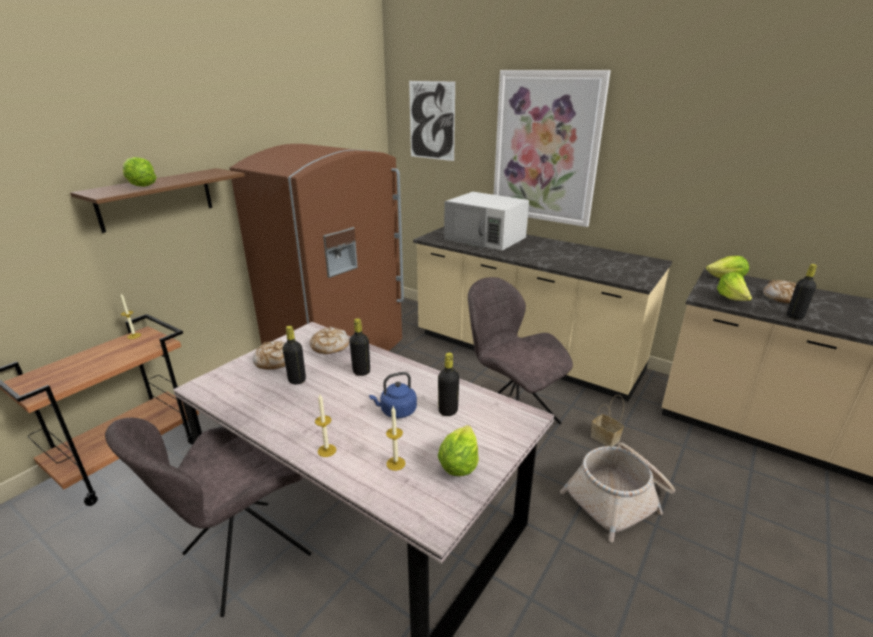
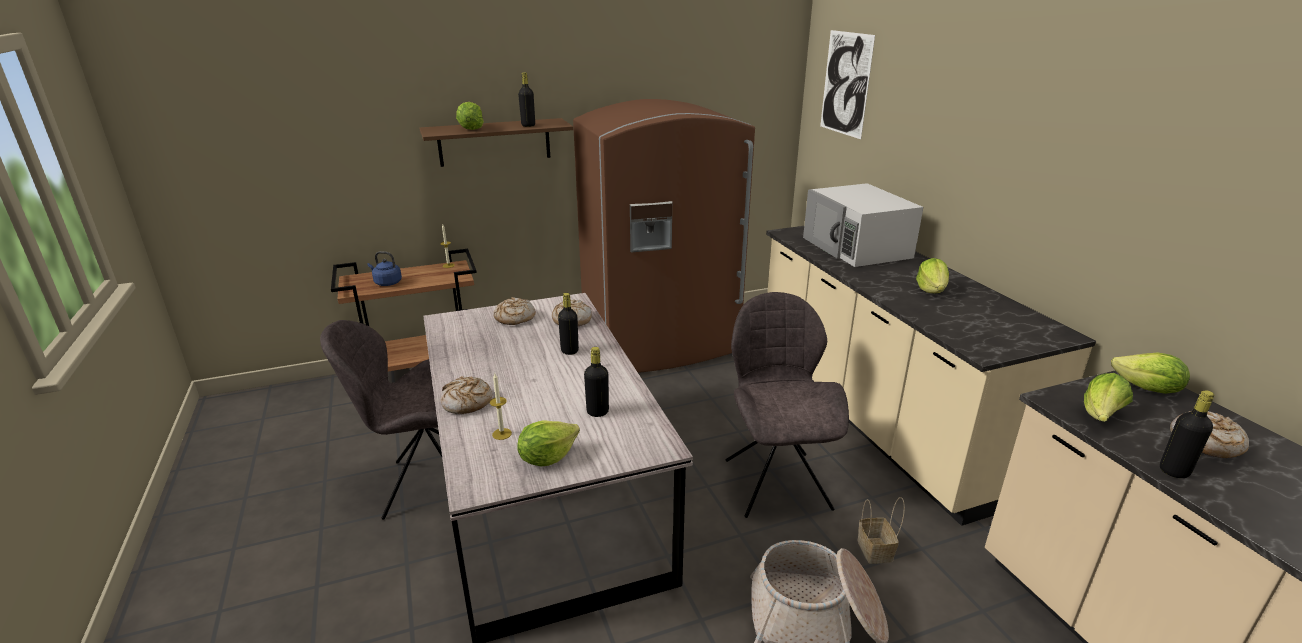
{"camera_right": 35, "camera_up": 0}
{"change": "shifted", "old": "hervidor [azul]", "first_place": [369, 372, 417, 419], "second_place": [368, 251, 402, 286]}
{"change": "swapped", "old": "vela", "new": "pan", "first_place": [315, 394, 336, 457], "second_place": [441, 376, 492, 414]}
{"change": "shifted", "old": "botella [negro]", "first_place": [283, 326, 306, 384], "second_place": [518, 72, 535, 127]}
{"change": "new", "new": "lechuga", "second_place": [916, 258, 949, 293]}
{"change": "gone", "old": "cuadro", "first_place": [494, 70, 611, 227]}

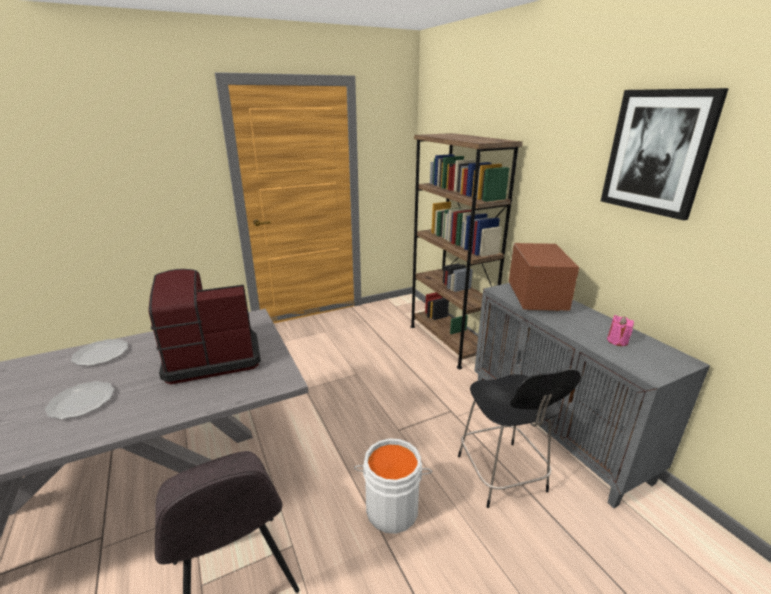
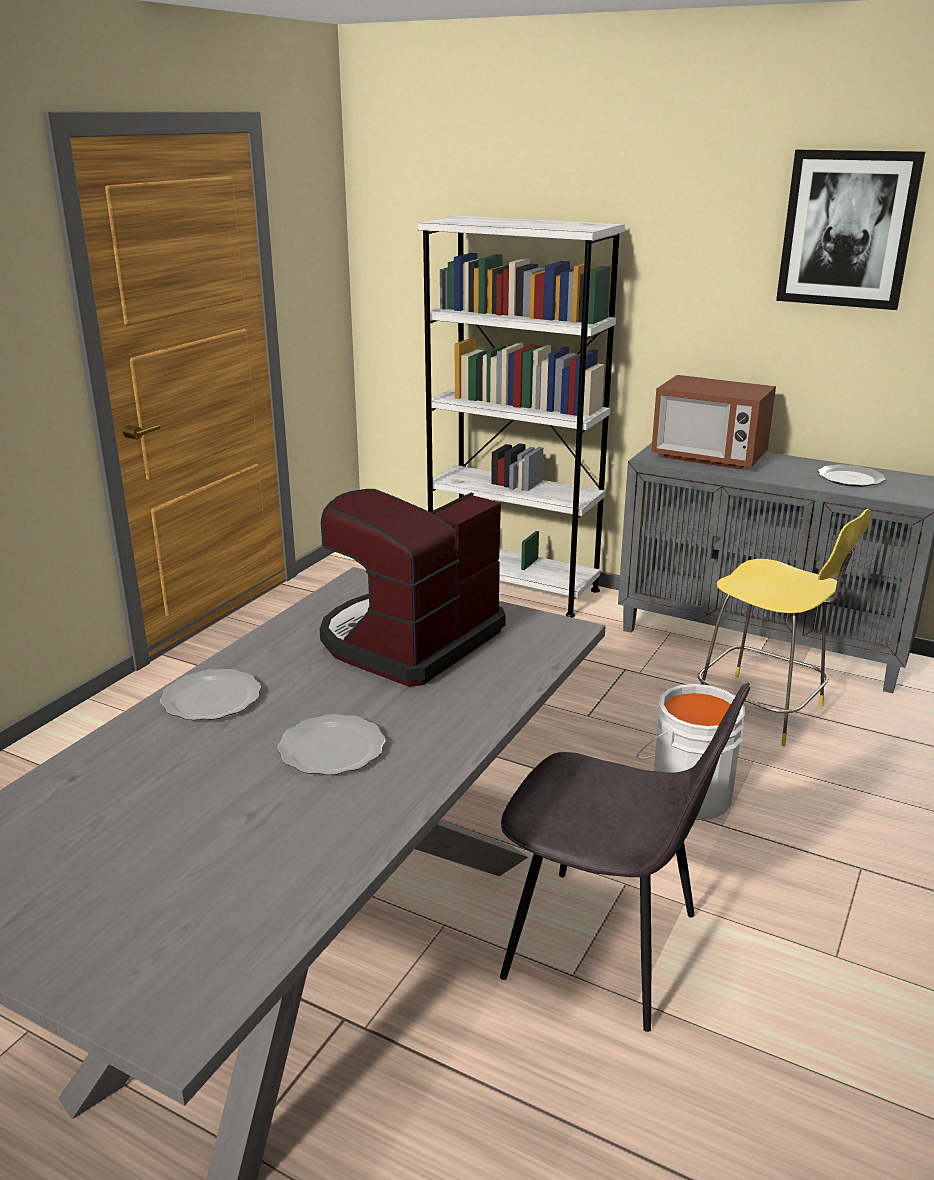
{"camera_right": -35, "camera_up": 0}
{"change": "repainted", "old": "estantería [marrón]", "new": "estantería [blanco]", "first_place": [410, 133, 523, 369], "second_place": [418, 216, 625, 618]}
{"change": "rotated", "old": "microondas", "first_place": [509, 243, 579, 311], "second_place": [651, 375, 776, 469], "degrees": 150}
{"change": "repainted", "old": "taburete [negro]", "new": "taburete [amarillo]", "first_place": [458, 369, 581, 508], "second_place": [698, 509, 871, 746]}
{"change": "swapped", "old": "vela [rosa]", "new": "plato", "first_place": [607, 315, 634, 346], "second_place": [818, 464, 885, 487]}

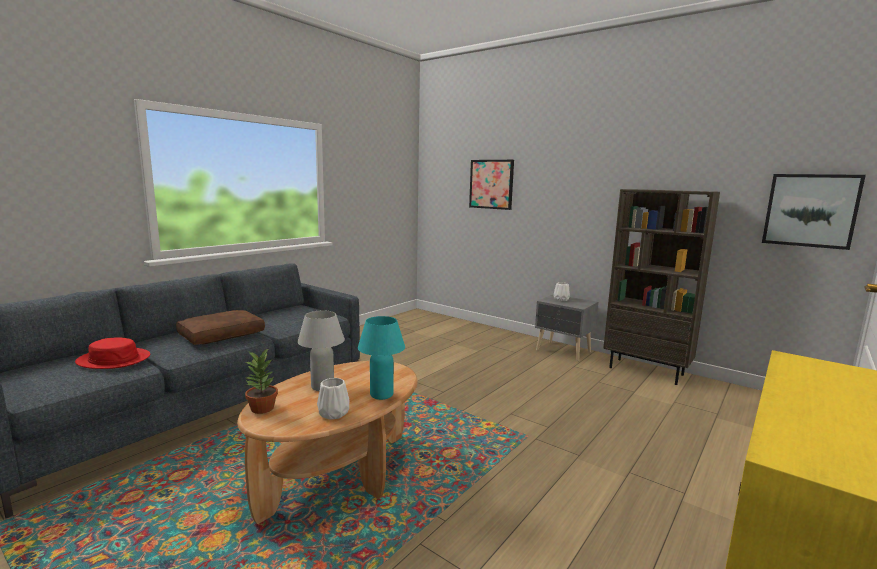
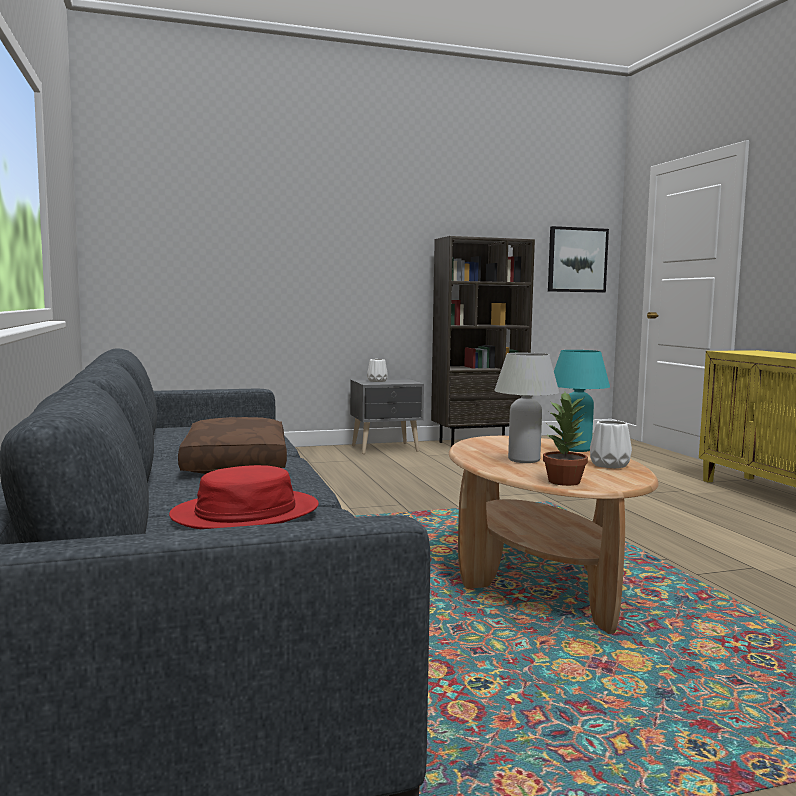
{"camera_right": -55, "camera_up": -5}
{"change": "gone", "old": "cuadro", "first_place": [469, 160, 514, 210]}

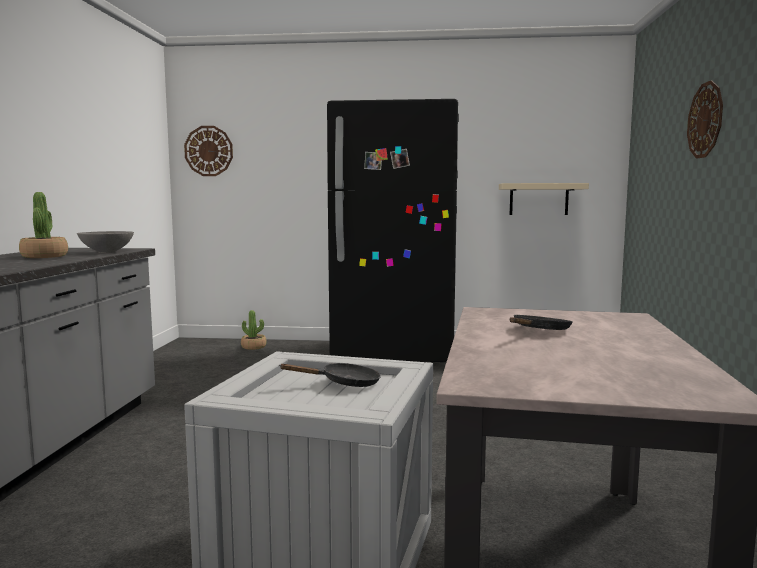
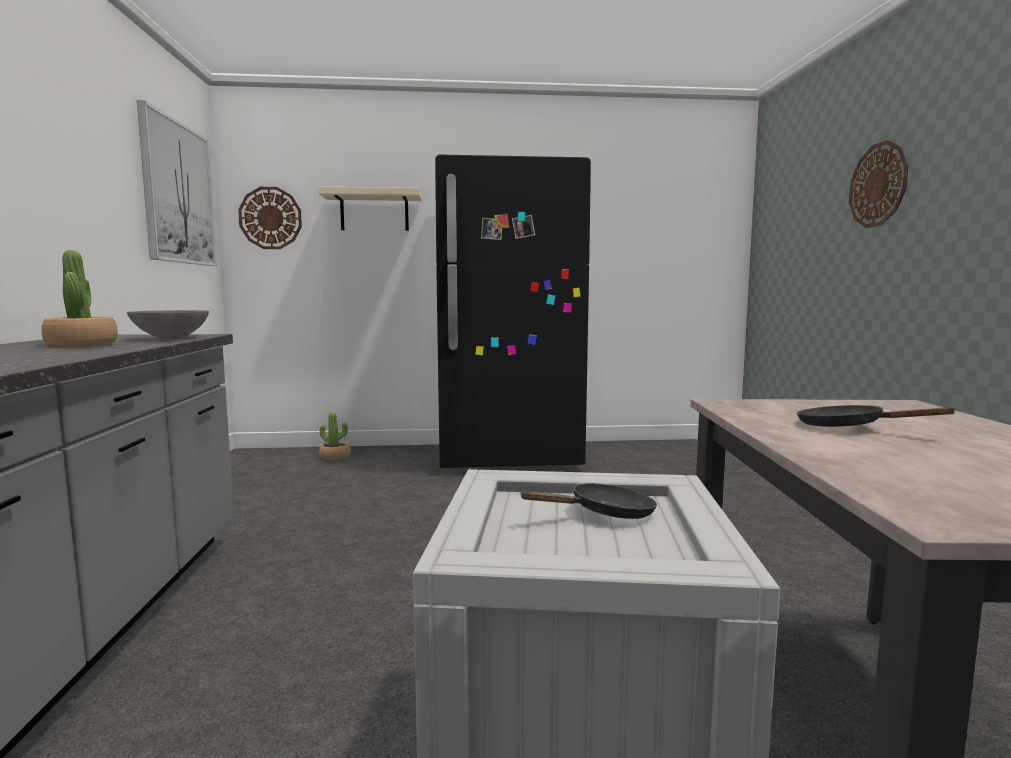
{"camera_right": -10, "camera_up": 0}
{"change": "new", "new": "cuadro", "second_place": [137, 100, 217, 266]}
{"change": "shifted", "old": "estante [beis]", "first_place": [499, 183, 589, 215], "second_place": [318, 186, 422, 231]}
{"change": "rotated", "old": "sartén [negro]", "first_place": [510, 315, 573, 330], "second_place": [797, 405, 958, 427], "degrees": -75}

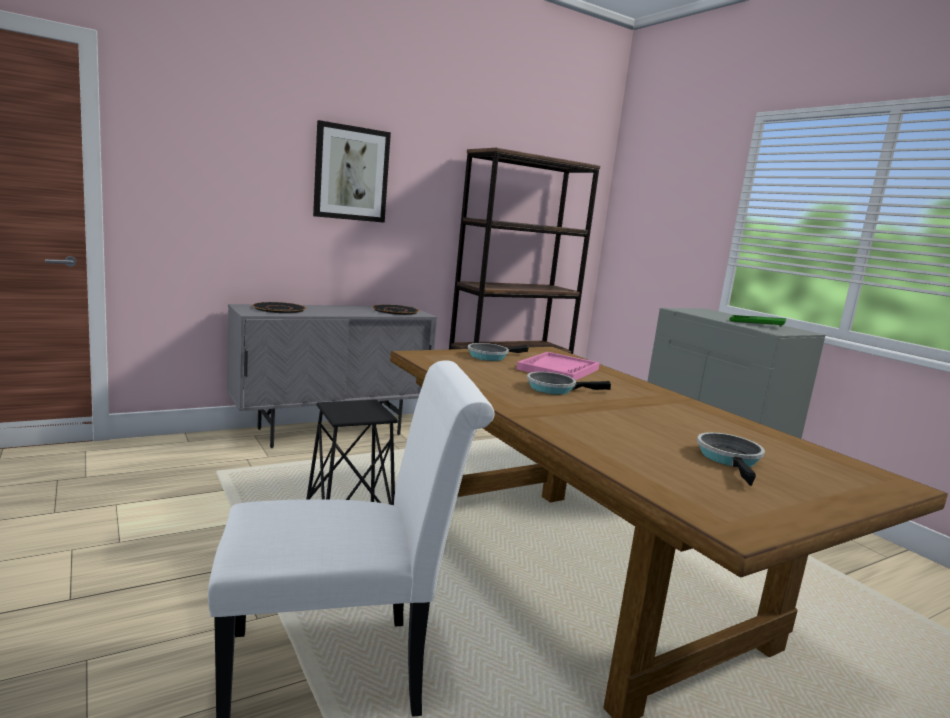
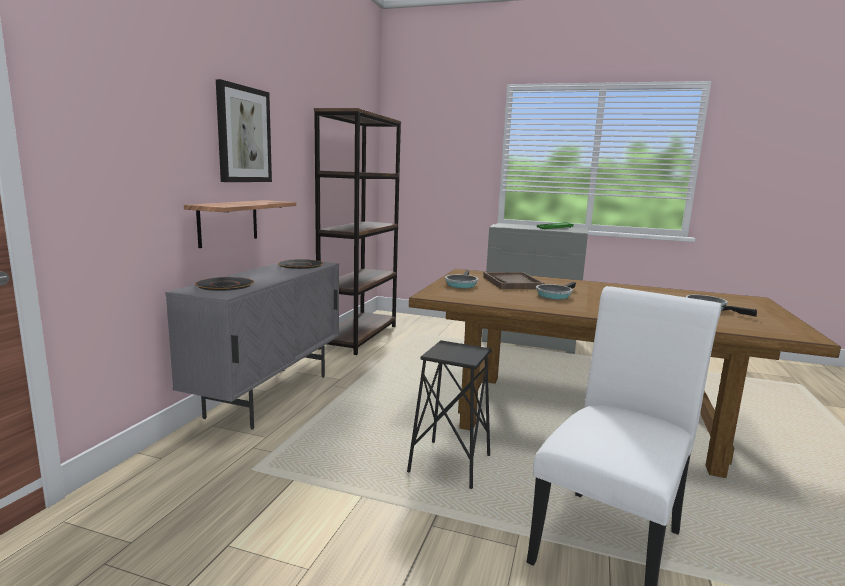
{"camera_right": -40, "camera_up": 0}
{"change": "new", "new": "estante", "second_place": [184, 200, 296, 248]}
{"change": "repainted", "old": "bandeja [rosa]", "new": "bandeja [marrón]", "first_place": [516, 352, 600, 380], "second_place": [483, 272, 545, 289]}

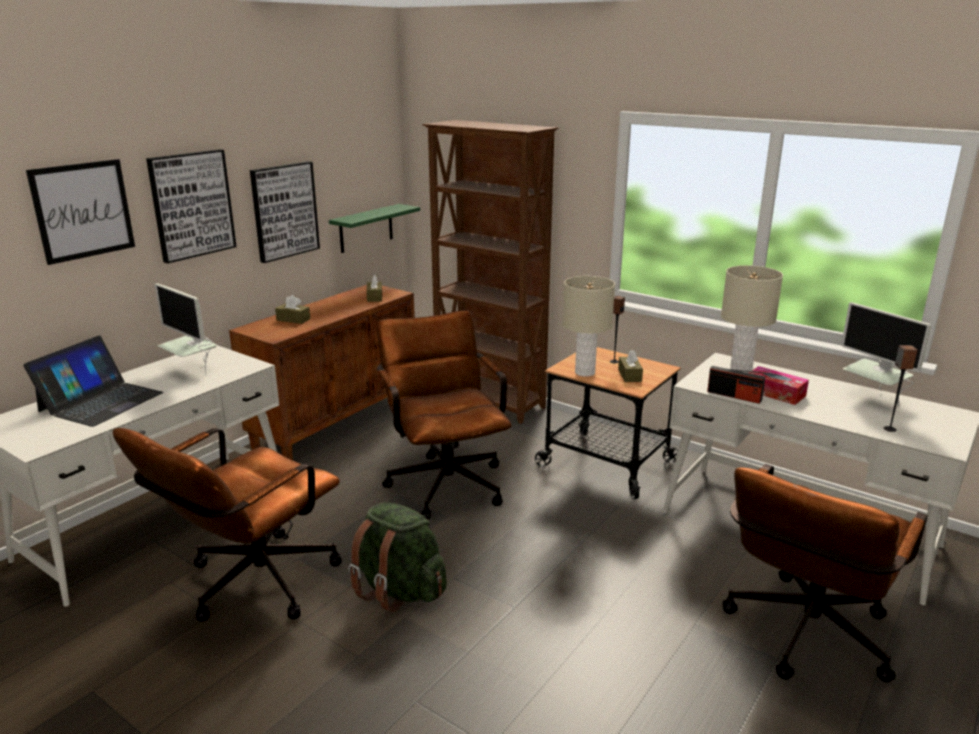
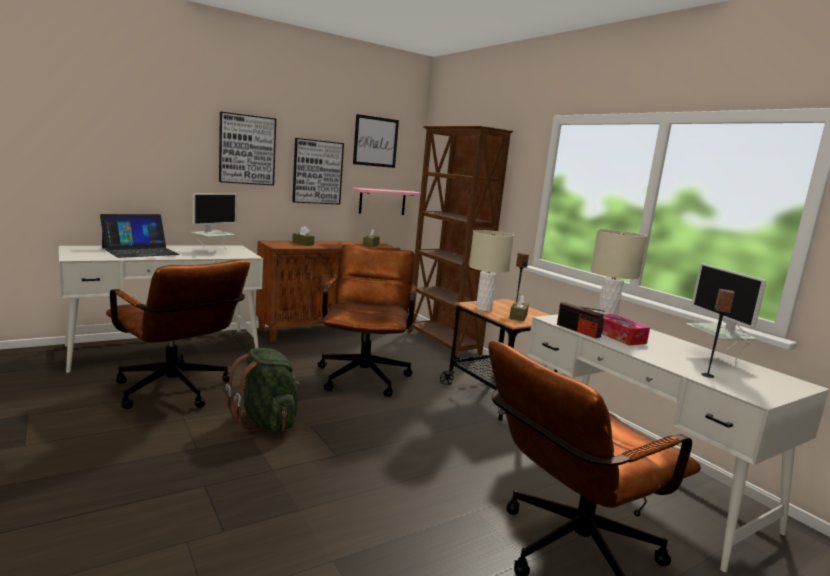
{"camera_right": 20, "camera_up": -10}
{"change": "rotated", "old": "silla de oficina [marrón]", "first_place": [113, 428, 341, 622], "second_place": [106, 260, 250, 409], "degrees": -105}
{"change": "rotated", "old": "monitor", "first_place": [155, 283, 217, 375], "second_place": [191, 194, 237, 250], "degrees": -120}
{"change": "repainted", "old": "estante [verde]", "new": "estante [rosa]", "first_place": [329, 204, 420, 253], "second_place": [352, 188, 421, 215]}
{"change": "shifted", "old": "cuadro", "first_place": [26, 159, 135, 265], "second_place": [353, 114, 399, 168]}

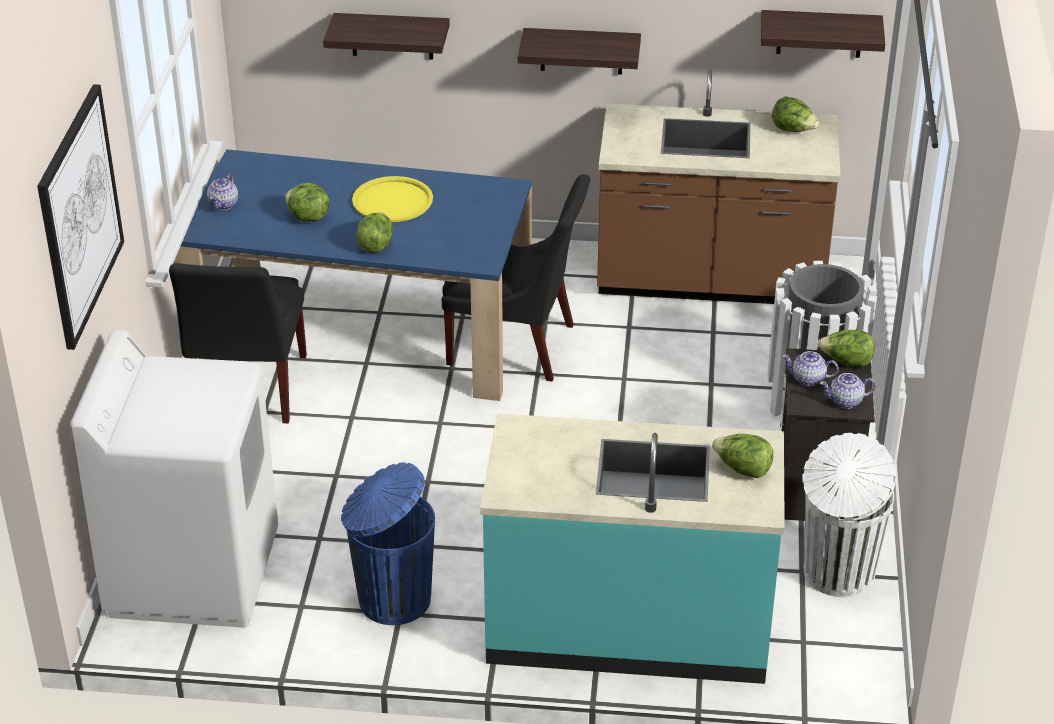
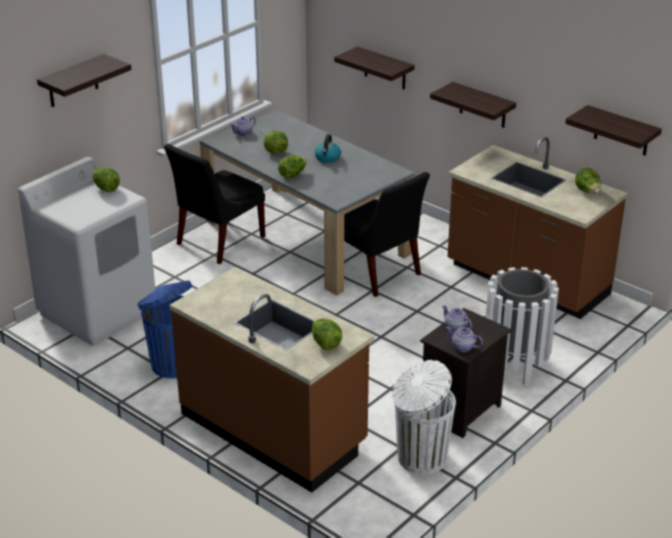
{"camera_right": 35, "camera_up": -5}
{"change": "swapped", "old": "cuadro", "new": "estante", "first_place": [37, 84, 124, 350], "second_place": [37, 54, 132, 107]}
{"change": "shifted", "old": "lechuga", "first_place": [817, 330, 874, 367], "second_place": [93, 167, 120, 192]}
{"change": "repainted", "old": "mueble bajo de cocina [turquesa]", "new": "mueble bajo de cocina [marrón]", "first_place": [480, 414, 785, 684], "second_place": [170, 267, 375, 493]}
{"change": "repainted", "old": "mesa de comedor [azul]", "new": "mesa de comedor [gris]", "first_place": [175, 149, 532, 401], "second_place": [200, 110, 415, 295]}
{"change": "swapped", "old": "bandeja [amarillo]", "new": "hervidor", "first_place": [352, 176, 433, 222], "second_place": [315, 134, 341, 163]}

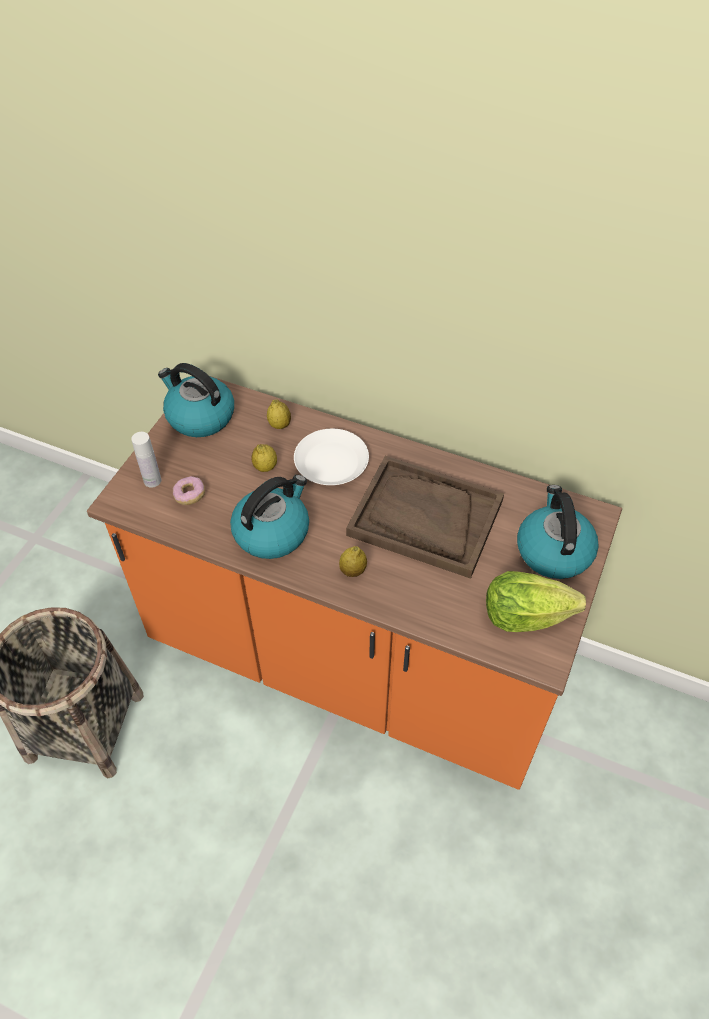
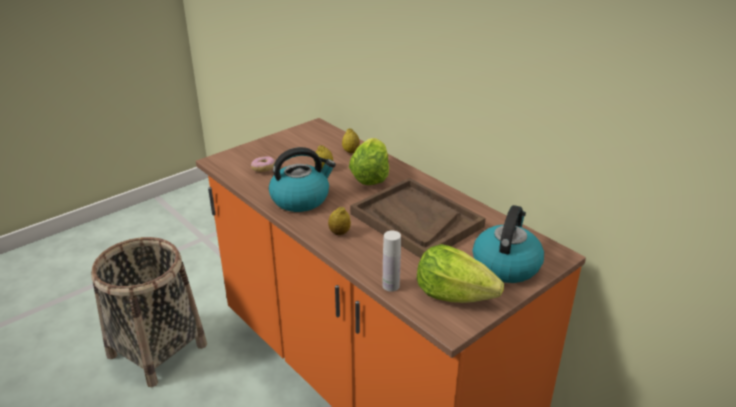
{"camera_right": 25, "camera_up": -20}
{"change": "swapped", "old": "plato [blanco]", "new": "lechuga", "first_place": [294, 429, 369, 485], "second_place": [349, 138, 389, 185]}
{"change": "shifted", "old": "botella [blanco]", "first_place": [131, 432, 161, 488], "second_place": [383, 230, 401, 292]}
{"change": "gone", "old": "hervidor", "first_place": [158, 363, 234, 437]}

